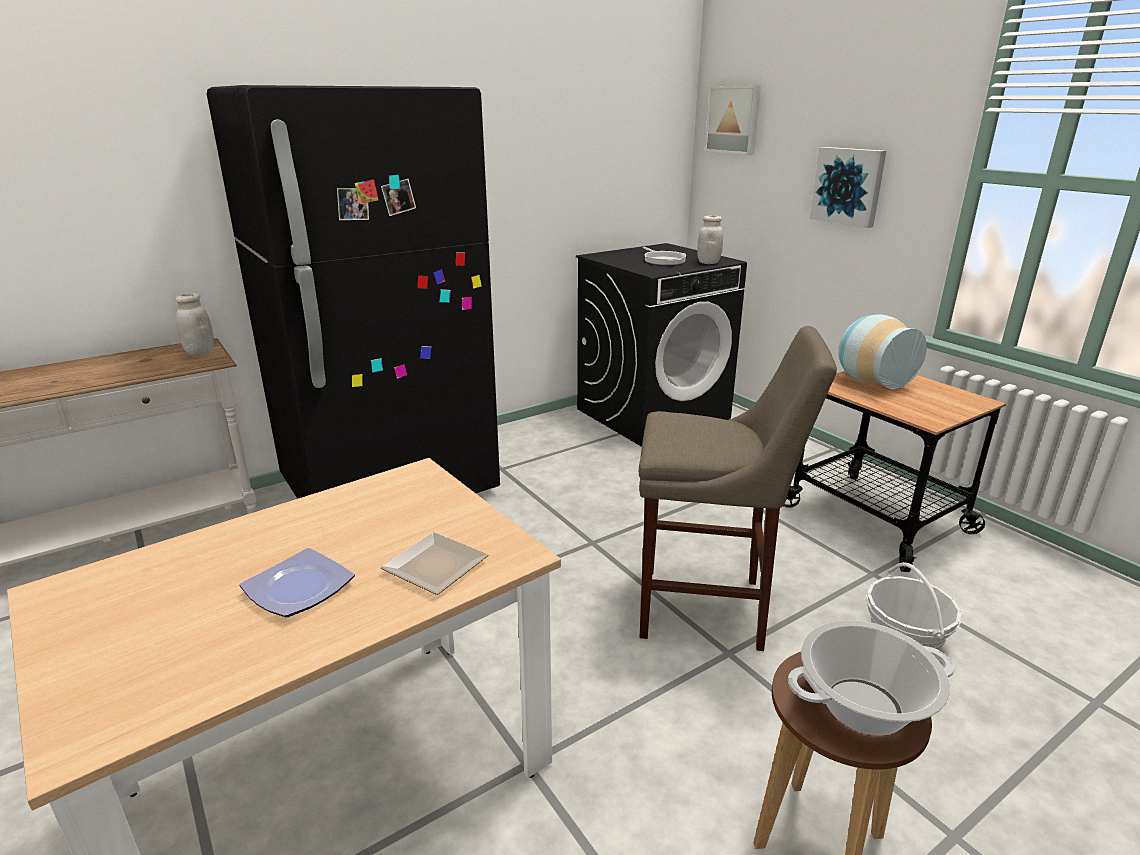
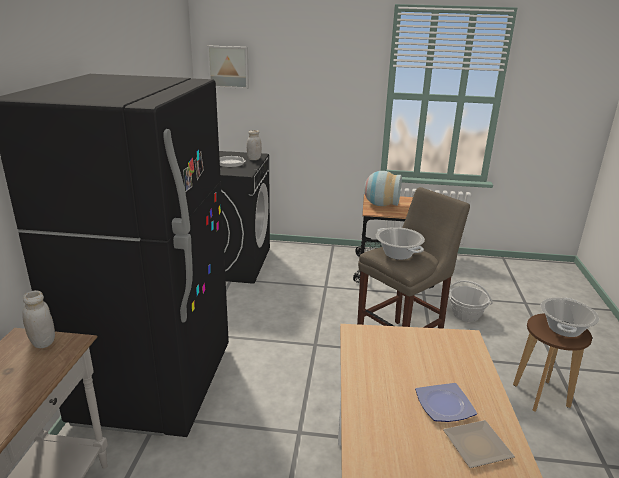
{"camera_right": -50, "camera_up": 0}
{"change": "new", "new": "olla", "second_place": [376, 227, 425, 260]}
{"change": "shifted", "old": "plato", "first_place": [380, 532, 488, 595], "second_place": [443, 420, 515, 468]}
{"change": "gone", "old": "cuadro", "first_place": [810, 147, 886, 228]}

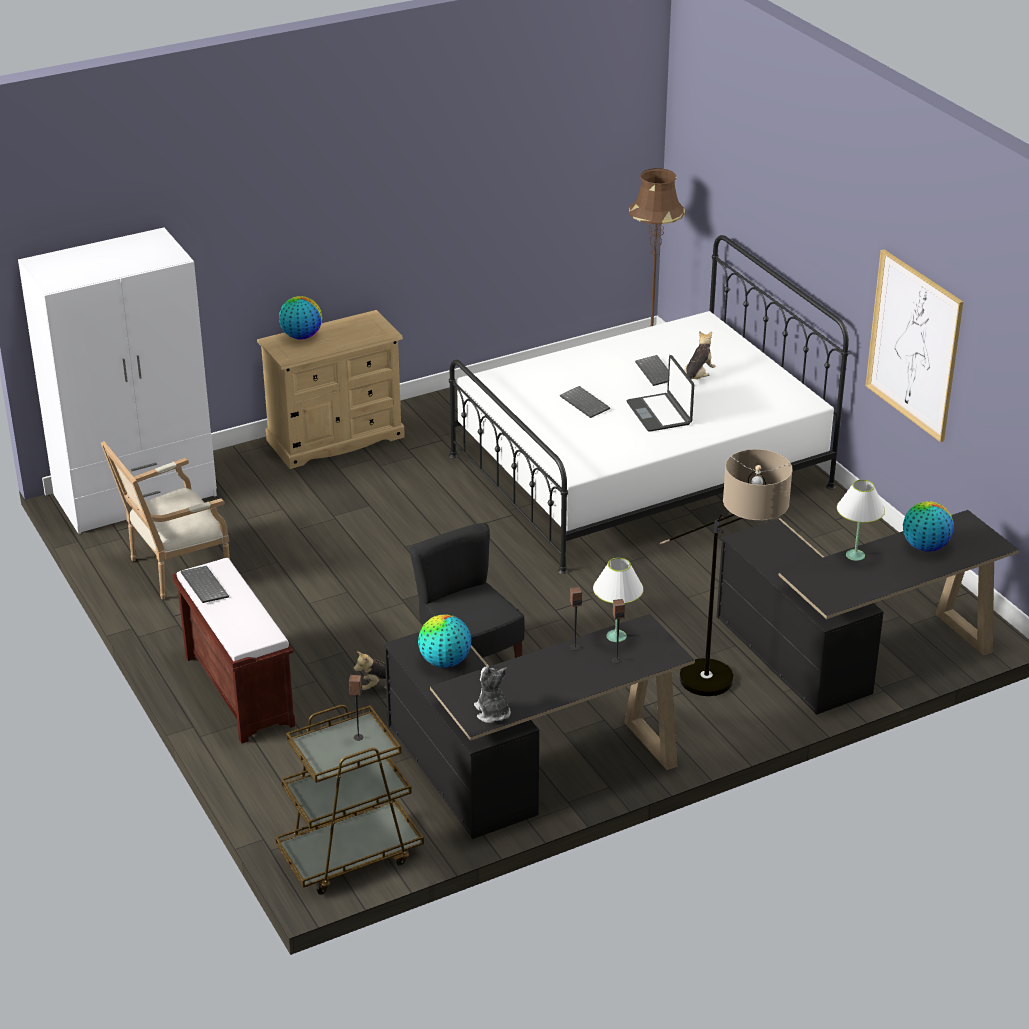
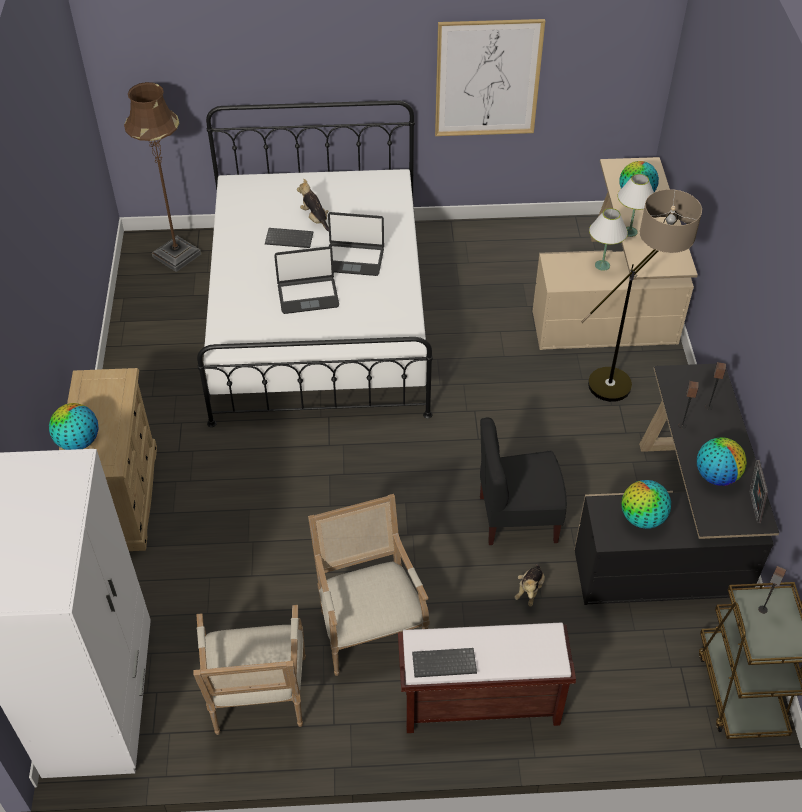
{"camera_right": -65, "camera_up": 15}
{"change": "swapped", "old": "teclado", "new": "portátil", "first_place": [560, 386, 610, 418], "second_place": [274, 246, 339, 314]}
{"change": "new", "new": "sillón", "second_place": [308, 494, 430, 676]}
{"change": "repainted", "old": "escritorio [negro]", "new": "escritorio [beis]", "first_place": [717, 510, 1019, 715], "second_place": [532, 157, 698, 350]}
{"change": "shifted", "old": "lámpara de mesa [blanco]", "first_place": [593, 558, 644, 642], "second_place": [589, 208, 628, 271]}
{"change": "new", "new": "globo terráqueo", "second_place": [697, 437, 747, 486]}
{"change": "swapped", "old": "peluche", "new": "portarretratos", "first_place": [474, 667, 511, 723], "second_place": [749, 460, 768, 523]}

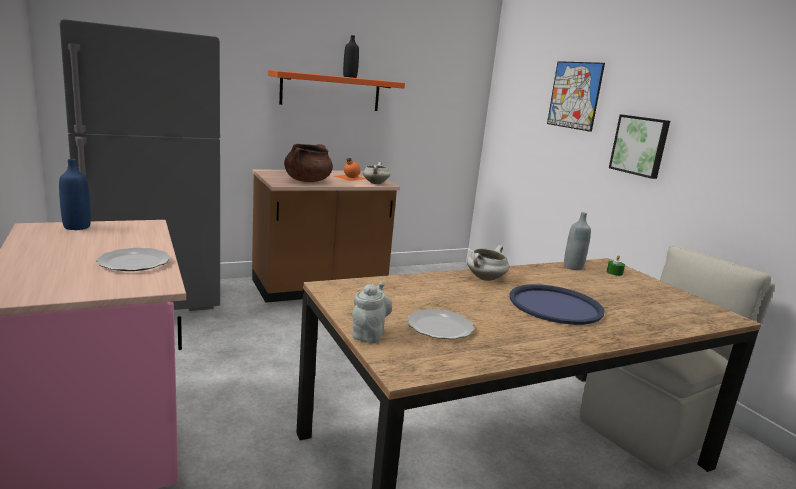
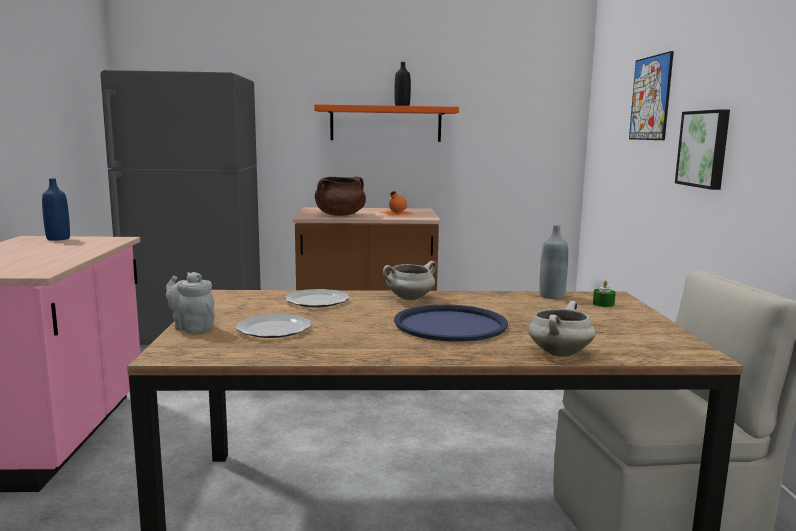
{"camera_right": 25, "camera_up": -5}
{"change": "rotated", "old": "tetera [gris]", "first_place": [352, 282, 392, 343], "second_place": [166, 272, 215, 333], "degrees": -90}
{"change": "shifted", "old": "plato", "first_place": [96, 248, 171, 271], "second_place": [285, 289, 349, 307]}
{"change": "shifted", "old": "olla [blanco]", "first_place": [363, 162, 390, 184], "second_place": [528, 301, 595, 357]}

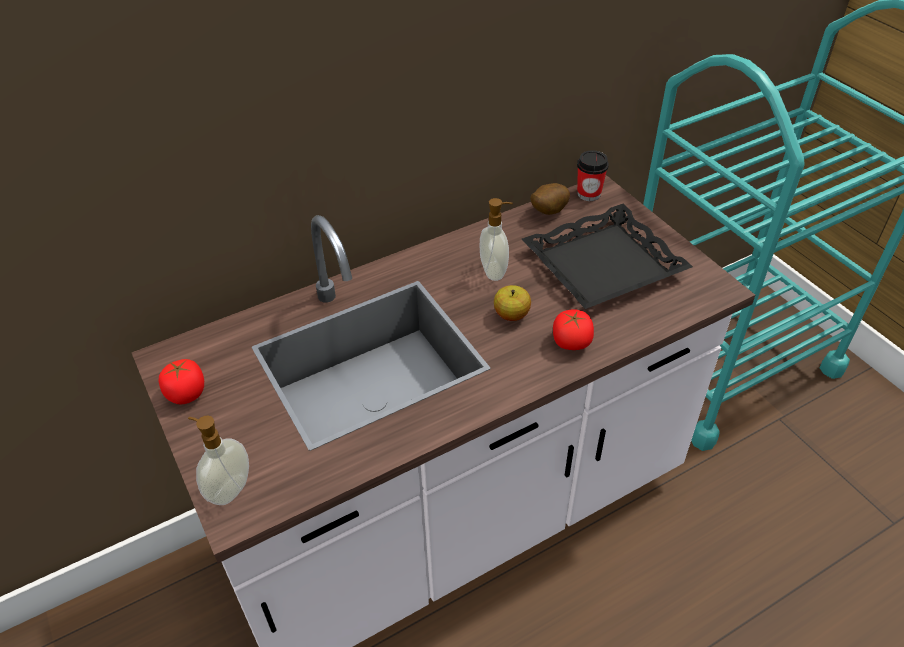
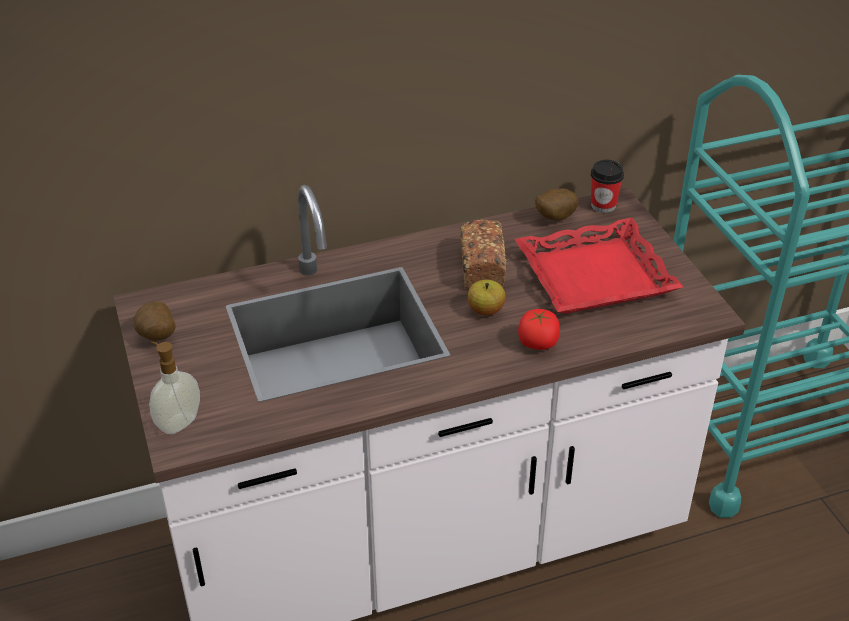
{"camera_right": 10, "camera_up": -5}
{"change": "swapped", "old": "tomate", "new": "patata", "first_place": [159, 359, 204, 404], "second_place": [133, 301, 176, 341]}
{"change": "swapped", "old": "dispensador de jabón", "new": "pan", "first_place": [480, 198, 513, 281], "second_place": [460, 219, 506, 289]}
{"change": "repainted", "old": "bandeja [negro]", "new": "bandeja [rojo]", "first_place": [522, 204, 693, 309], "second_place": [515, 218, 683, 314]}

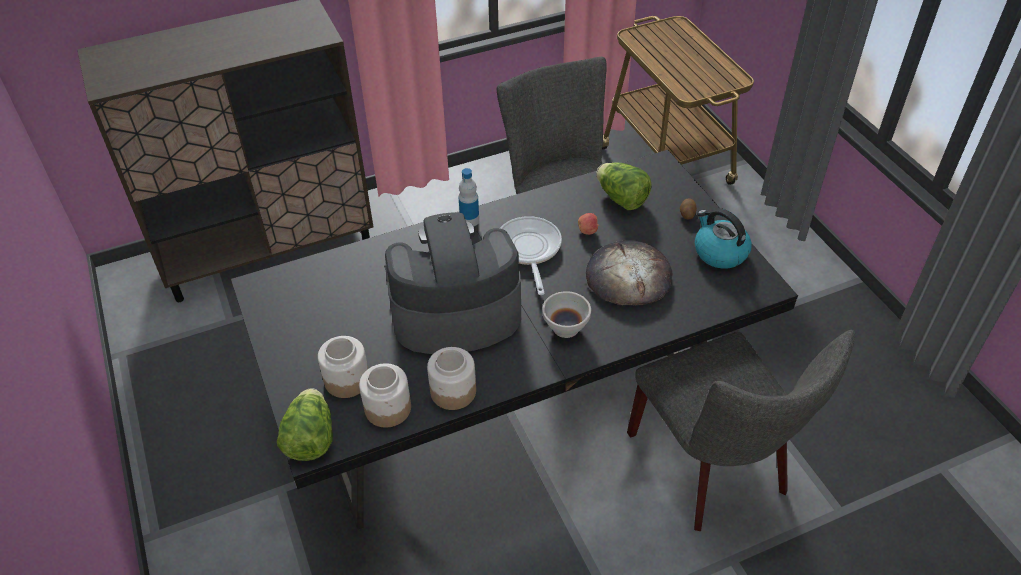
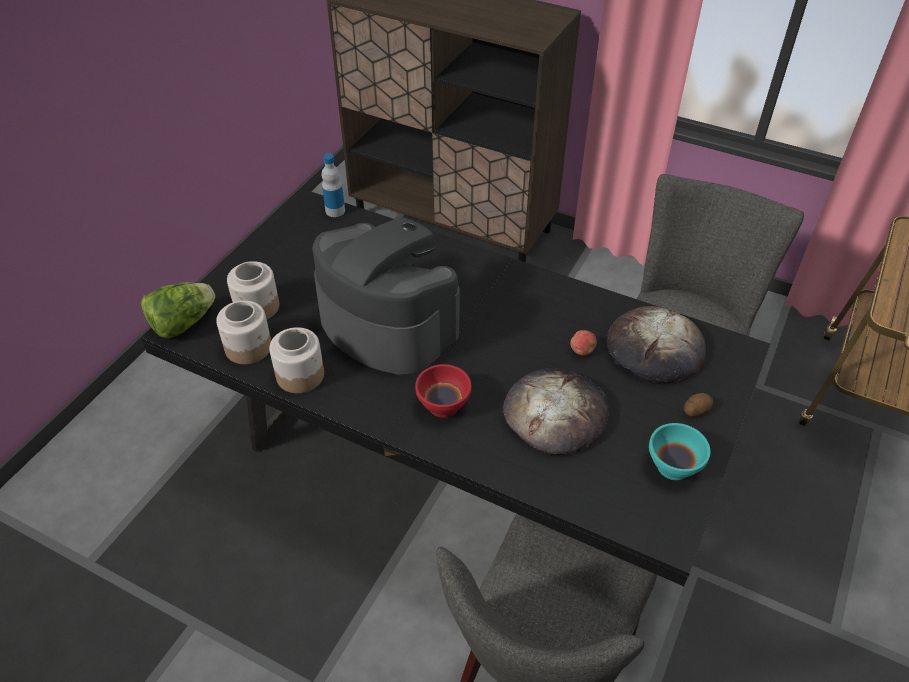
{"camera_right": 50, "camera_up": 0}
{"change": "shifted", "old": "botella", "first_place": [458, 168, 479, 227], "second_place": [322, 154, 345, 217]}
{"change": "repainted", "old": "cuenco [blanco]", "new": "cuenco [rojo]", "first_place": [542, 291, 591, 338], "second_place": [415, 364, 471, 418]}
{"change": "swapped", "old": "lechuga", "new": "pan", "first_place": [596, 162, 652, 210], "second_place": [607, 306, 706, 383]}
{"change": "swapped", "old": "hervidor", "new": "cuenco [turquesa]", "first_place": [695, 208, 752, 269], "second_place": [649, 423, 711, 480]}
{"change": "gone", "old": "sartén", "first_place": [500, 216, 562, 295]}

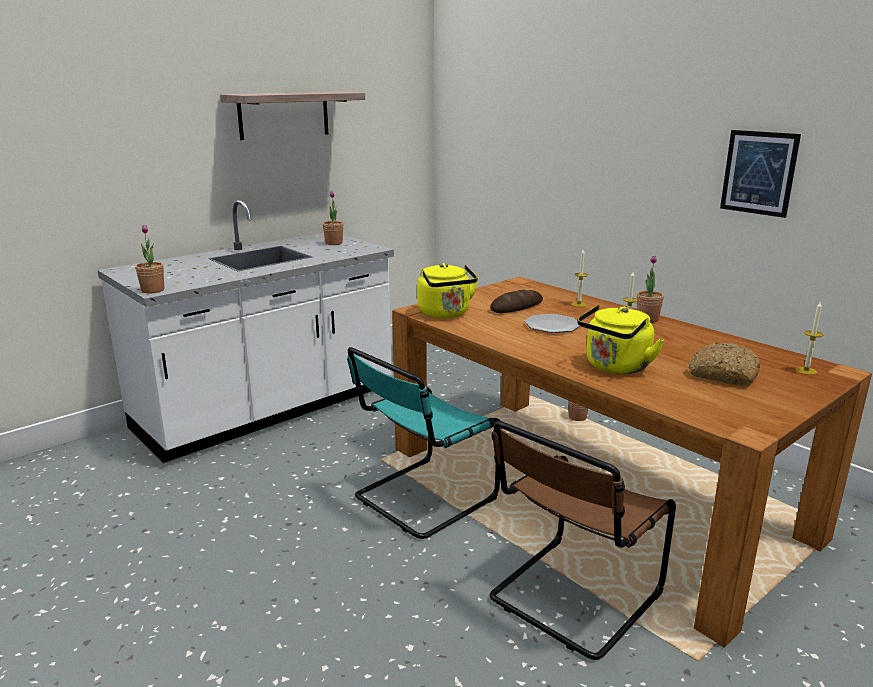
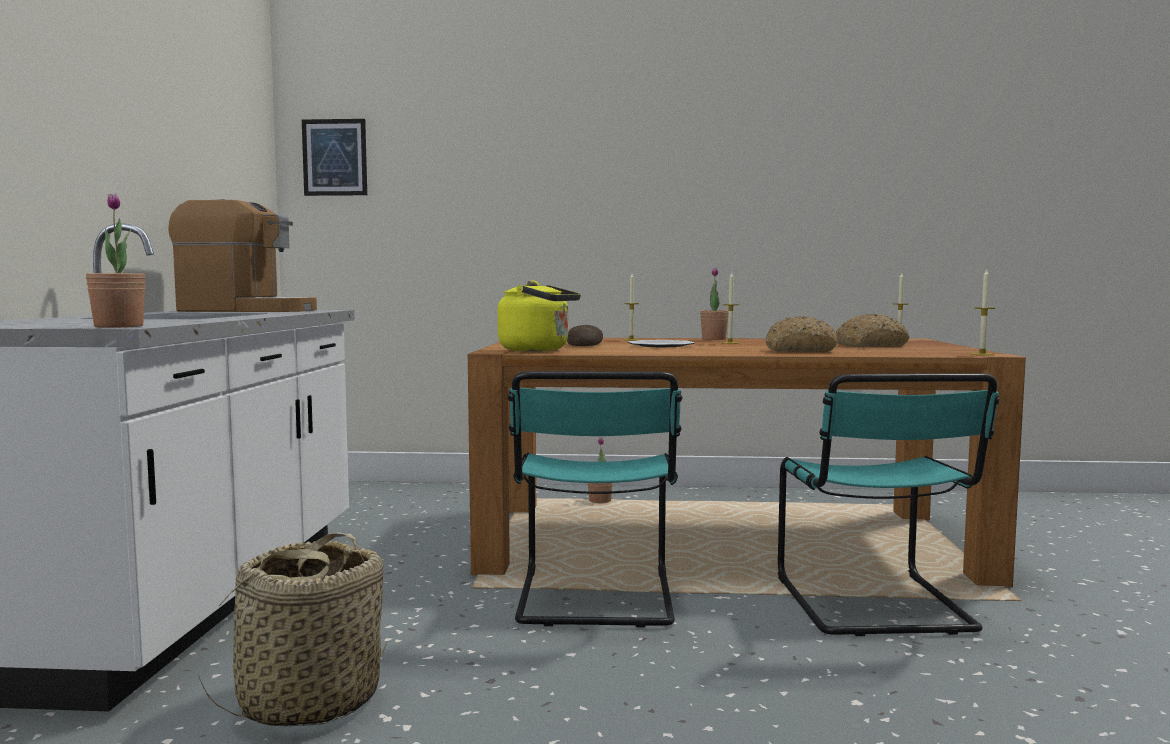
{"camera_right": -45, "camera_up": -15}
{"change": "swapped", "old": "planta en maceta", "new": "cafetera", "first_place": [323, 192, 343, 245], "second_place": [168, 199, 317, 312]}
{"change": "new", "new": "cesta", "second_place": [198, 533, 388, 726]}
{"change": "shifted", "old": "cuadro", "first_place": [720, 130, 801, 218], "second_place": [302, 119, 367, 196]}
{"change": "swapped", "old": "hervidor [amarillo]", "new": "pan", "first_place": [577, 305, 664, 374], "second_place": [766, 316, 837, 352]}
{"change": "repainted", "old": "silla [marrón]", "new": "silla [turquesa]", "first_place": [489, 421, 676, 660], "second_place": [778, 373, 1000, 636]}
{"change": "new", "new": "vela", "second_place": [970, 268, 995, 355]}
{"change": "gone", "old": "estante", "first_place": [220, 92, 365, 140]}

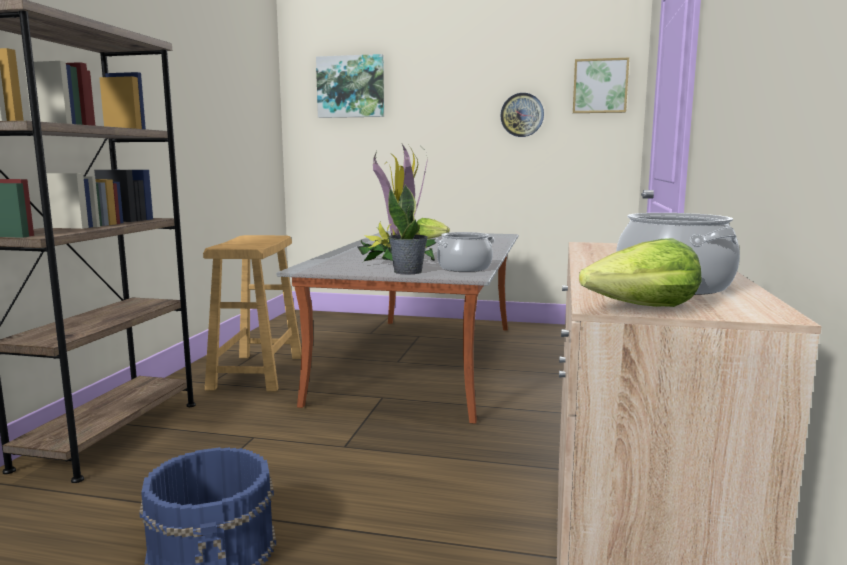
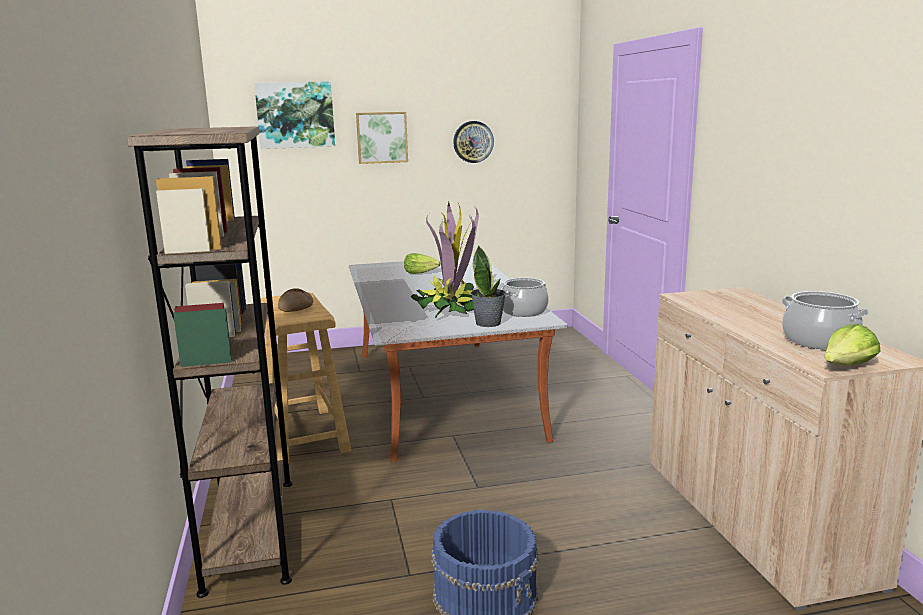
{"camera_right": -25, "camera_up": 5}
{"change": "new", "new": "pan", "second_place": [278, 288, 313, 312]}
{"change": "shifted", "old": "cuadro", "first_place": [573, 58, 629, 113], "second_place": [356, 112, 408, 164]}

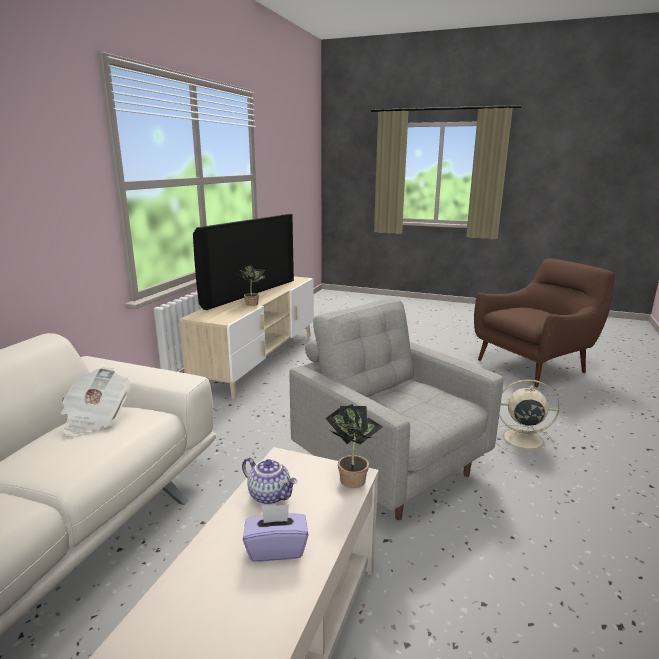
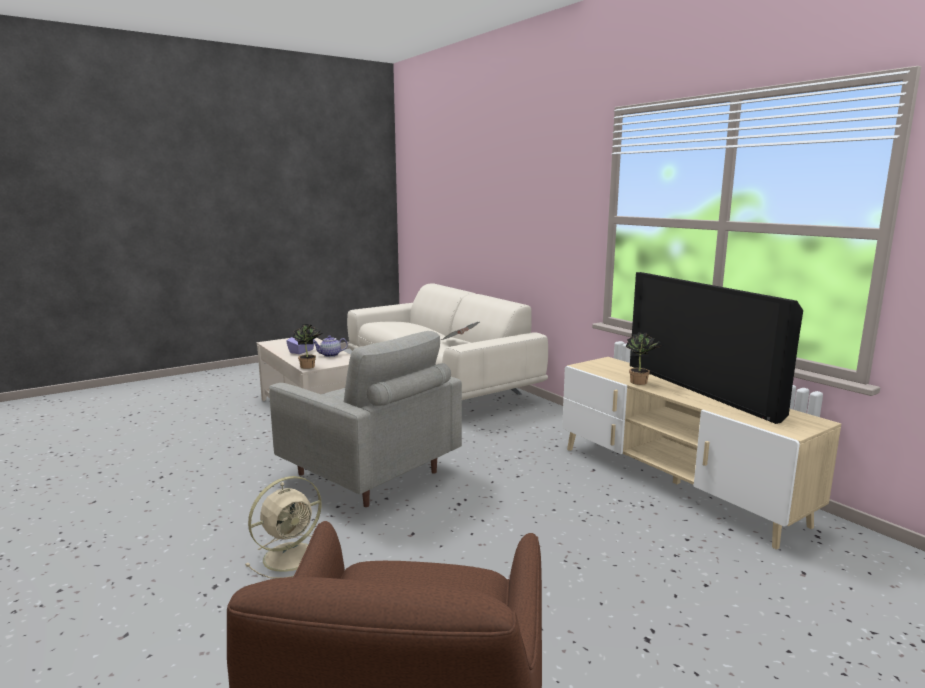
{"camera_right": 125, "camera_up": -5}
{"change": "rotated", "old": "sillón [gris]", "first_place": [289, 297, 503, 520], "second_place": [269, 331, 462, 507], "degrees": 45}

